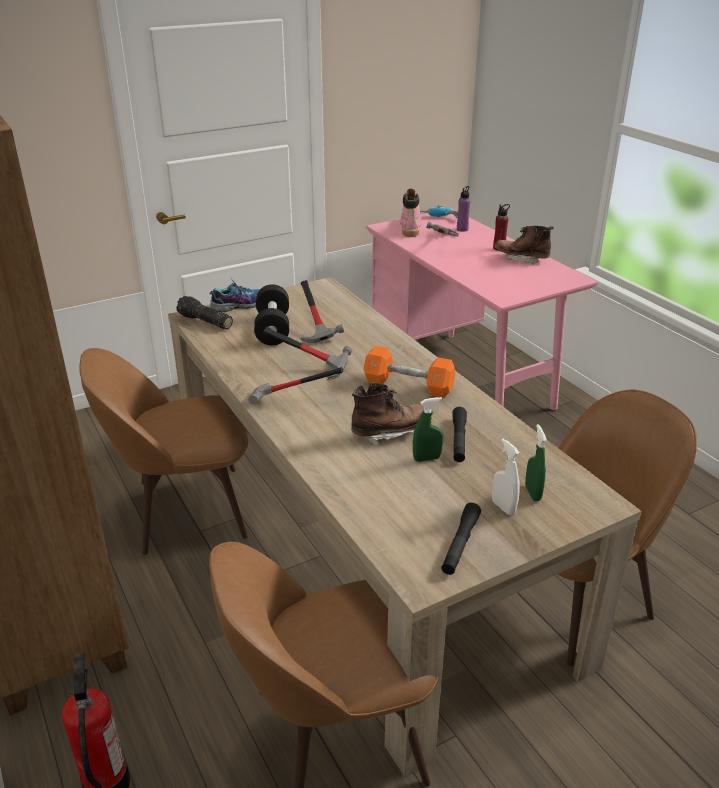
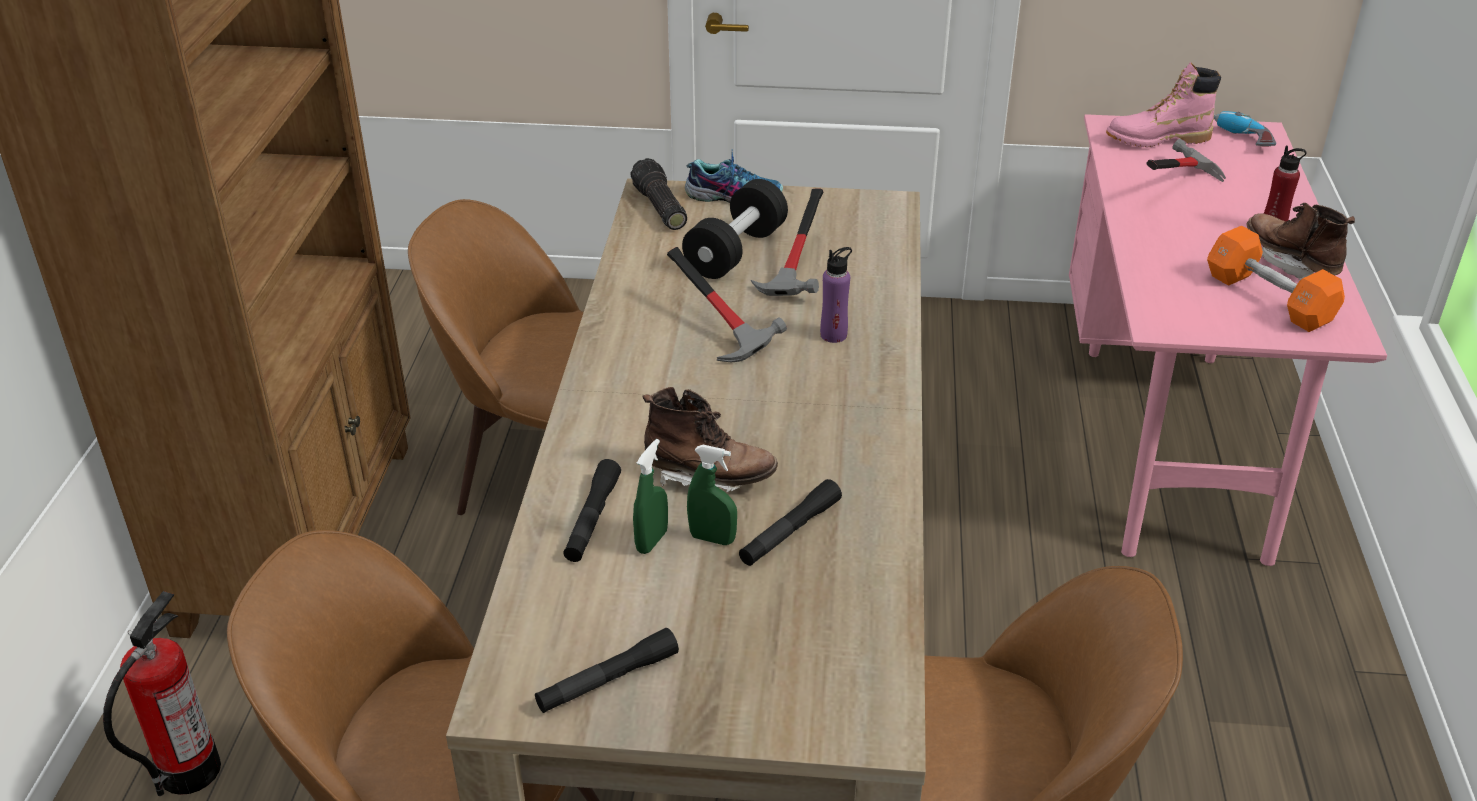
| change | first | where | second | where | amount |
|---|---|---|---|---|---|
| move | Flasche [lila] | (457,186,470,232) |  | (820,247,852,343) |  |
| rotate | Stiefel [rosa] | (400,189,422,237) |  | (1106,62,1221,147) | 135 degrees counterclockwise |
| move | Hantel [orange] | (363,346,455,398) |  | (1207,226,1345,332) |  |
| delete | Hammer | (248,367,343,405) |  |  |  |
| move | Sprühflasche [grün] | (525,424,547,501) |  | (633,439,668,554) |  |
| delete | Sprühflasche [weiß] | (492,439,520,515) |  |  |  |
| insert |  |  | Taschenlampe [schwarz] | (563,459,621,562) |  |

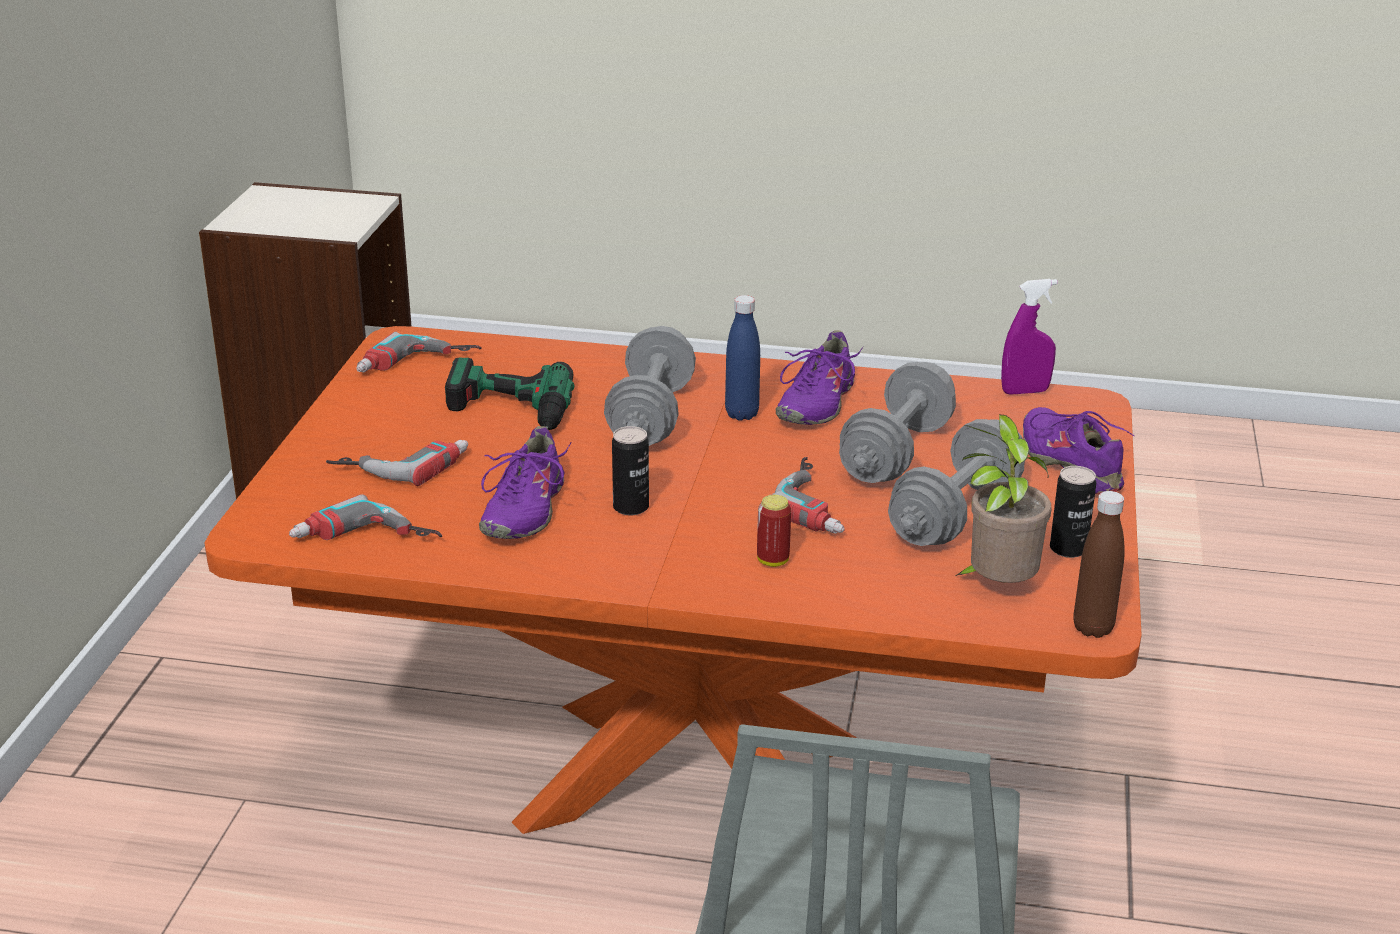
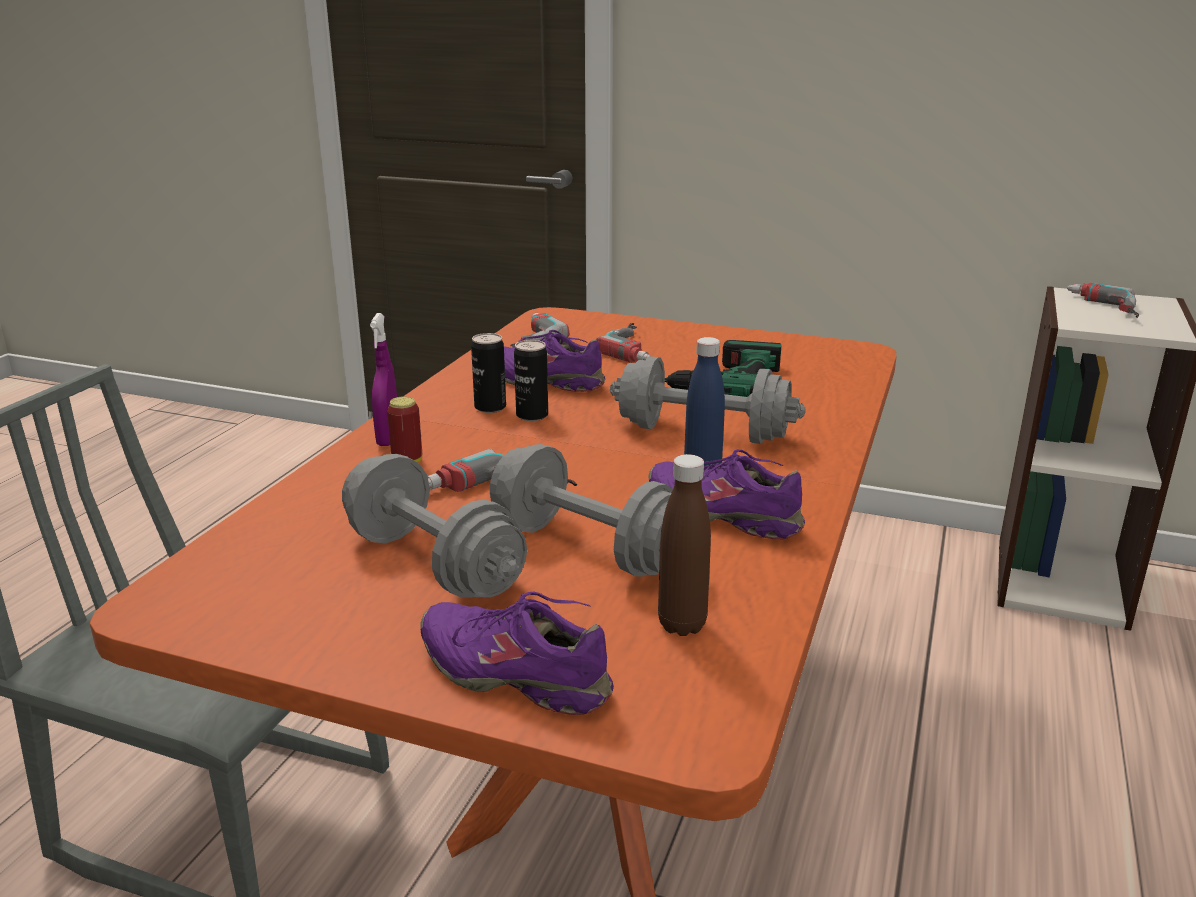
| change | first | where | second | where | amount |
|---|---|---|---|---|---|
| move | Sprühflasche [lila] | (1001,279,1058,395) |  | (370,313,397,446) |  |
| move | Bohrmaschine | (356,332,482,372) |  | (1067,283,1139,318) |  |
| rotate | Schuh [lila] | (1023,407,1135,494) |  | (420,592,614,715) | 135 degrees counterclockwise |
| delete | Topfpflanze | (956,414,1052,583) |  |  |  |
| move | Dose | (1050,466,1096,558) |  | (471,333,506,413) |  |
| move | Flasche [braun] | (1073,491,1125,638) |  | (658,454,711,636) |  |

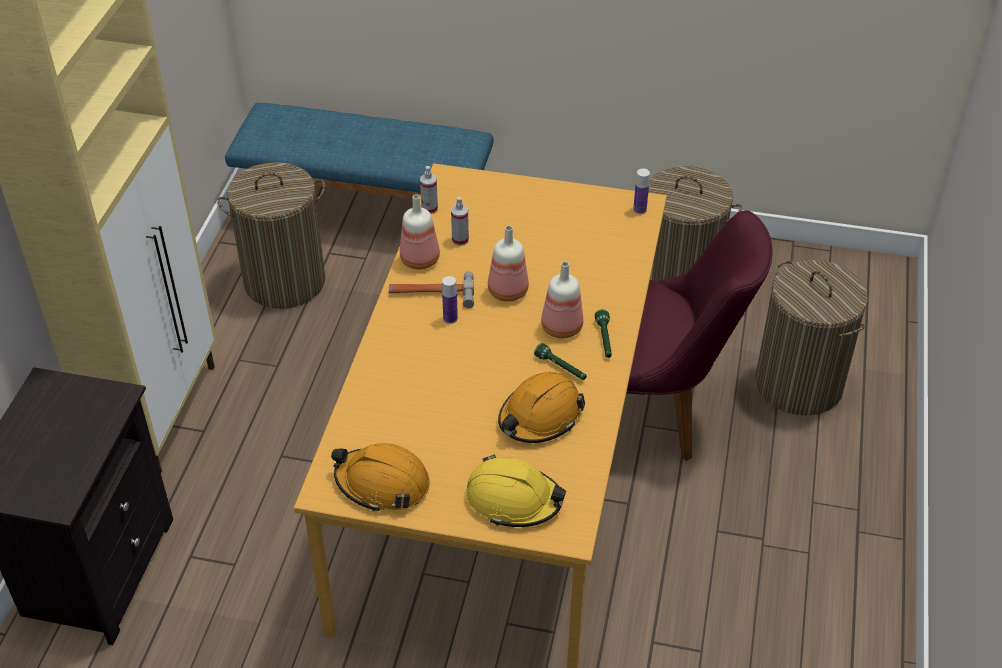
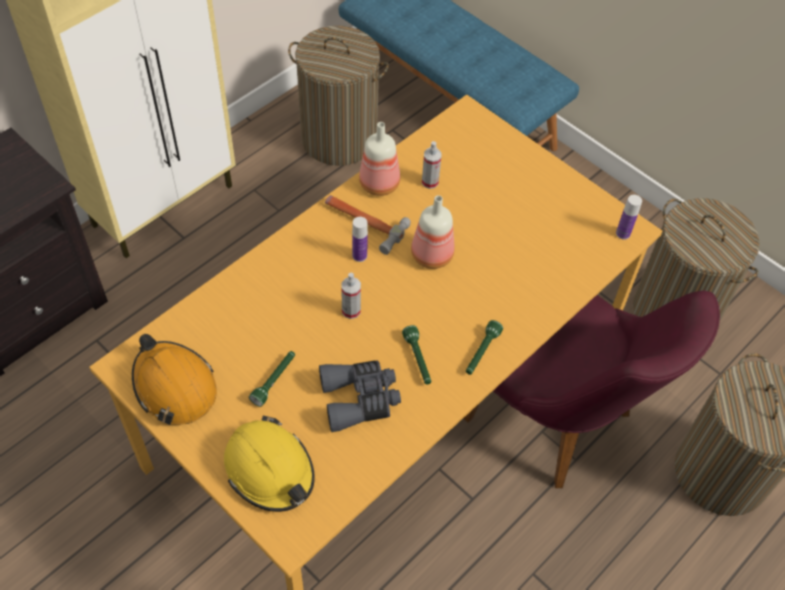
| change | first | where | second | where | amount |
|---|---|---|---|---|---|
| move | Sprühflasche | (420,166,438,214) |  | (341,273,361,319) |  |
| delete | Flasche | (541,261,583,338) |  |  |  |
| replace | Schutzhelm [orange] | (498,372,585,443) | Fernglas [grau] | (319,360,401,432) |  |
| insert |  |  | Taschenlampe [grün] | (249,351,295,407) |  |

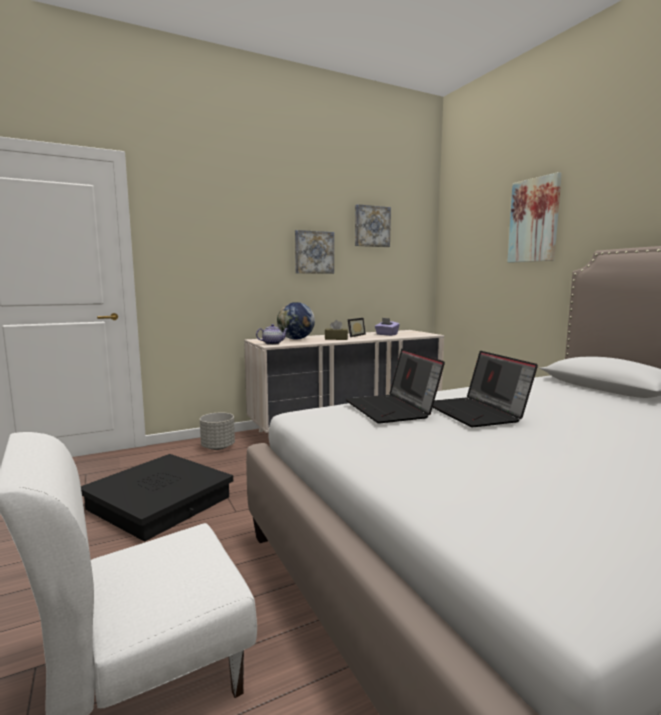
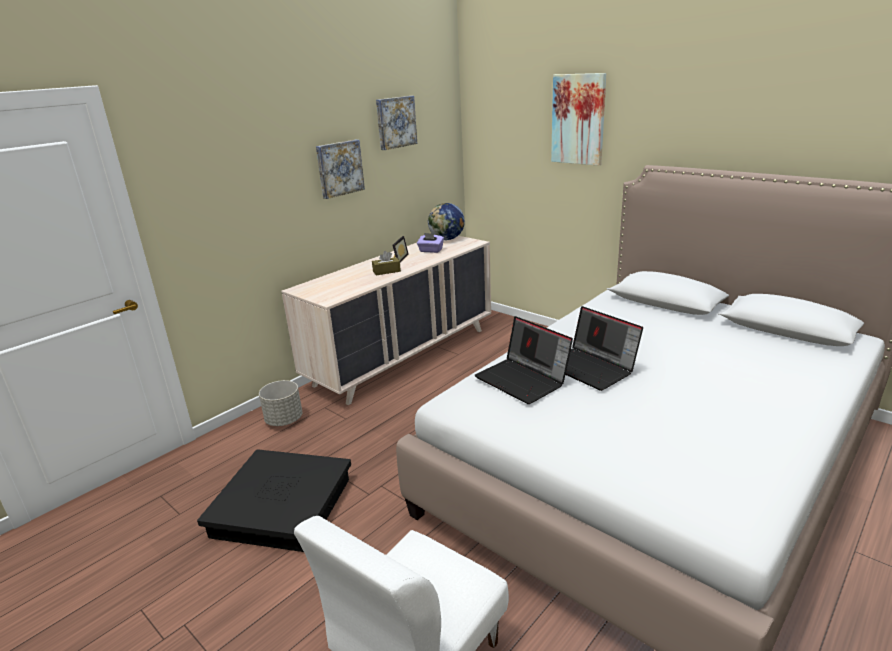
| change | first | where | second | where | amount |
|---|---|---|---|---|---|
| move | Globus | (277,302,315,340) |  | (428,203,465,240) |  |
| delete | Teekanne | (256,324,288,345) |  |  |  |

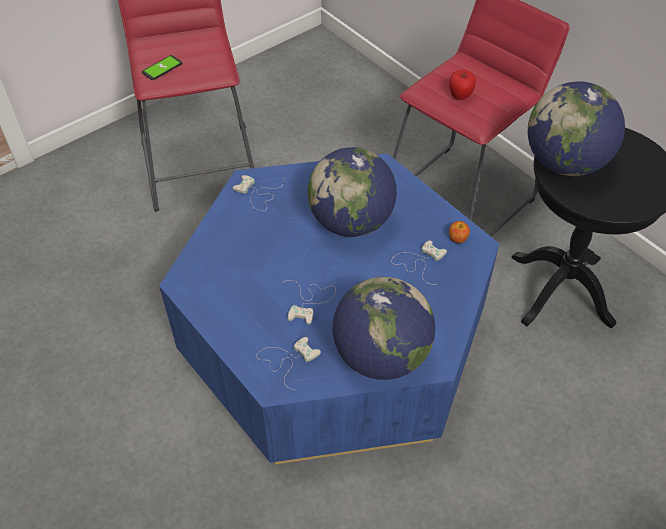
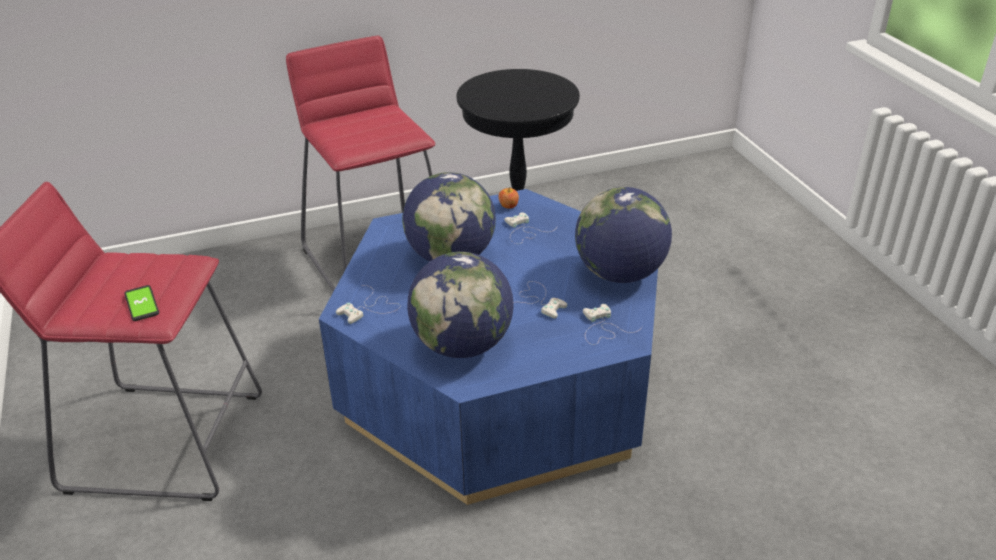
| change | first | where | second | where | amount |
|---|---|---|---|---|---|
| delete | Apfel | (449,69,476,100) |  |  |  |
| move | Globus | (528,81,625,176) |  | (407,252,514,358) |  |

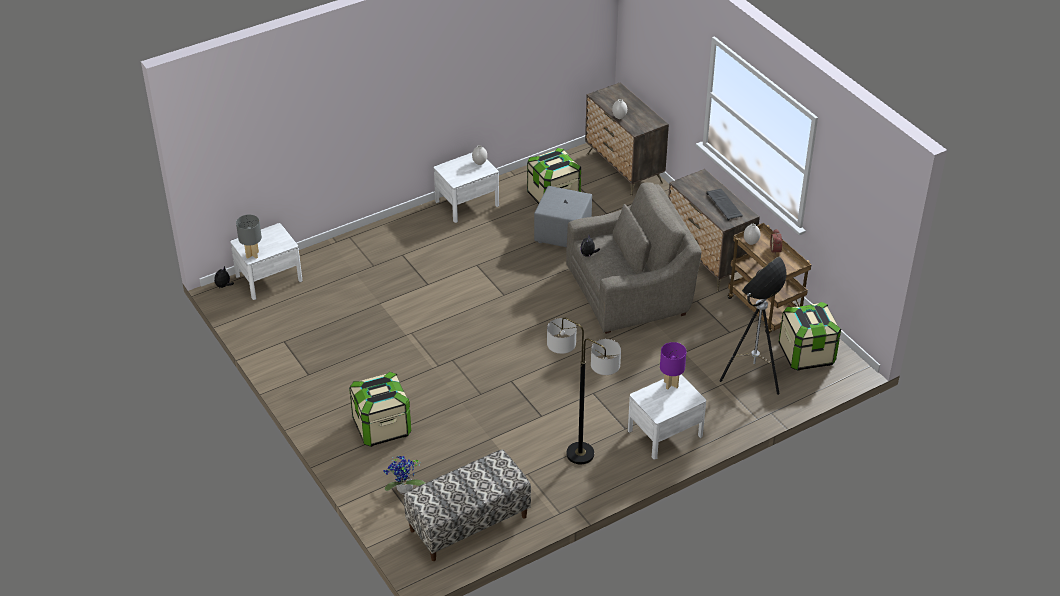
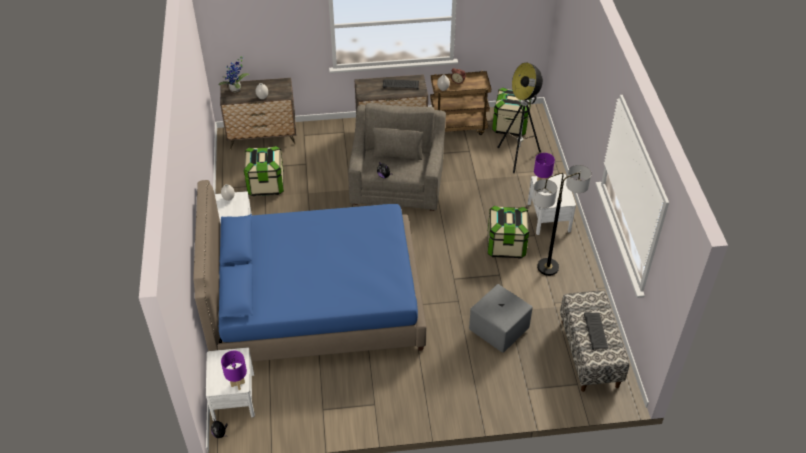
| change | first | where | second | where | amount |
|---|---|---|---|---|---|
| move | Polsterhocker [grau] | (534,186,592,247) |  | (469,284,533,353) |  |
| recolor | Tischlampe [grau] | (236,215,262,259) | Tischlampe [lila] | (221,351,247,390) |  |
| move | Aufbewahrungsbox | (349,372,412,447) |  | (488,206,529,258) |  |
| move | Topfpflanze | (383,456,425,495) |  | (219,56,250,92) |  |
| insert |  |  | Bett [blau] | (193,180,427,362) |  |
| insert |  |  | Tastatur | (584,313,608,350) |  |

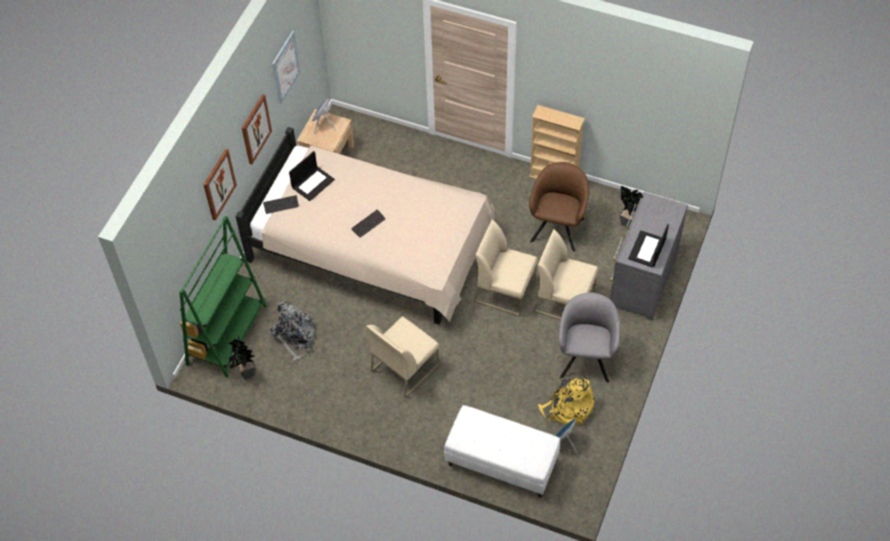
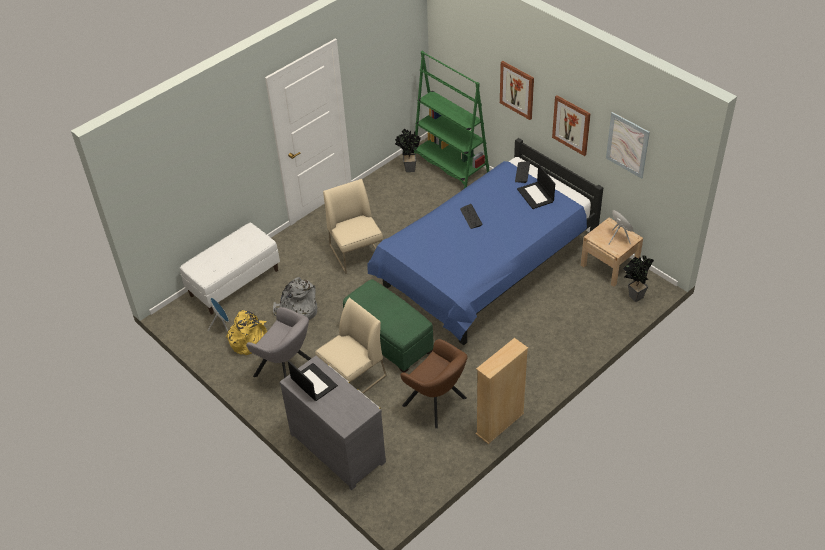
| change | first | where | second | where | amount |
|---|---|---|---|---|---|
| recolor | Bett [beige] | (235,127,496,325) | Bett [blau] | (368,138,603,345) |  |
| move | Topfpflanze | (620,186,643,227) |  | (623,255,654,302) |  |
| replace | Stuhl [beige] | (474,220,538,316) | Polsterhocker [grün] | (343,279,434,372) |  |
| move | Rucksack [grau] | (270,302,315,361) |  | (273,277,318,320) |  |

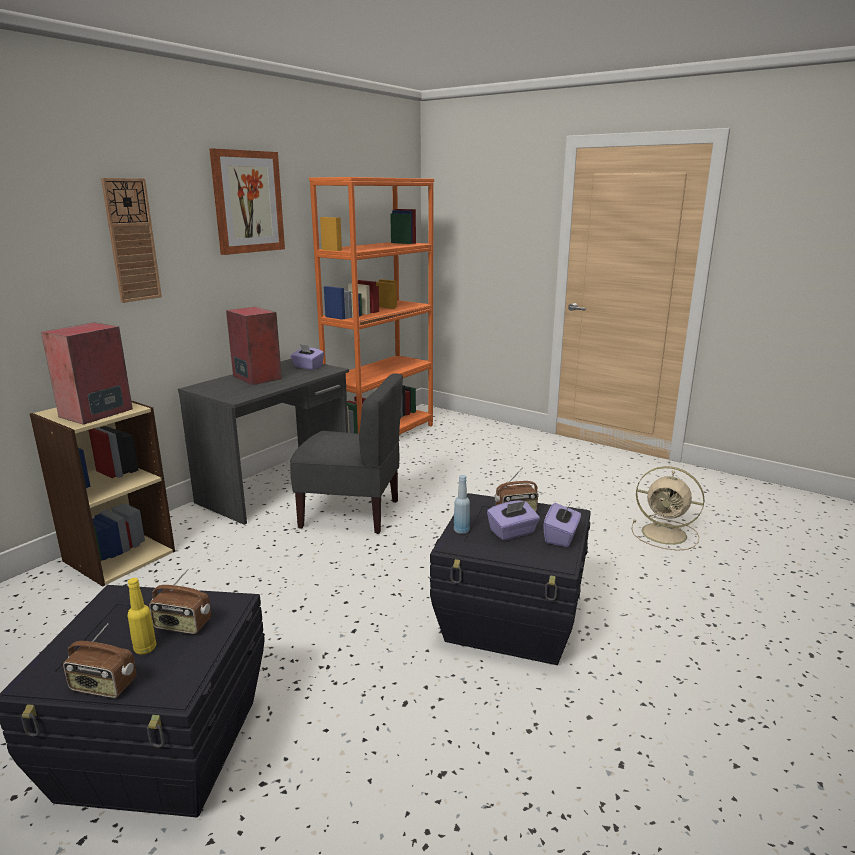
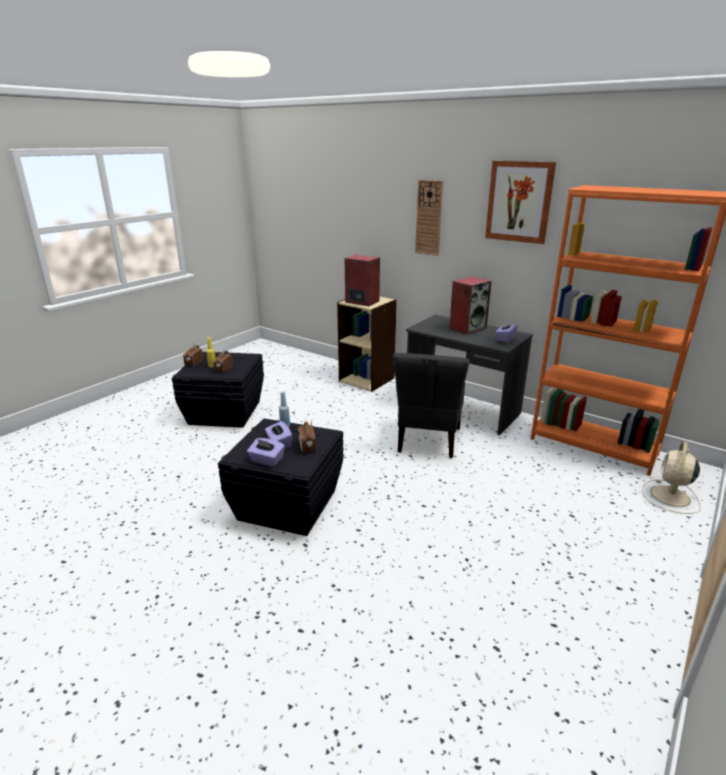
| change | first | where | second | where | amount |
|---|---|---|---|---|---|
| move | Ventilator [beige] | (631,466,704,551) |  | (642,441,700,514) |  |

